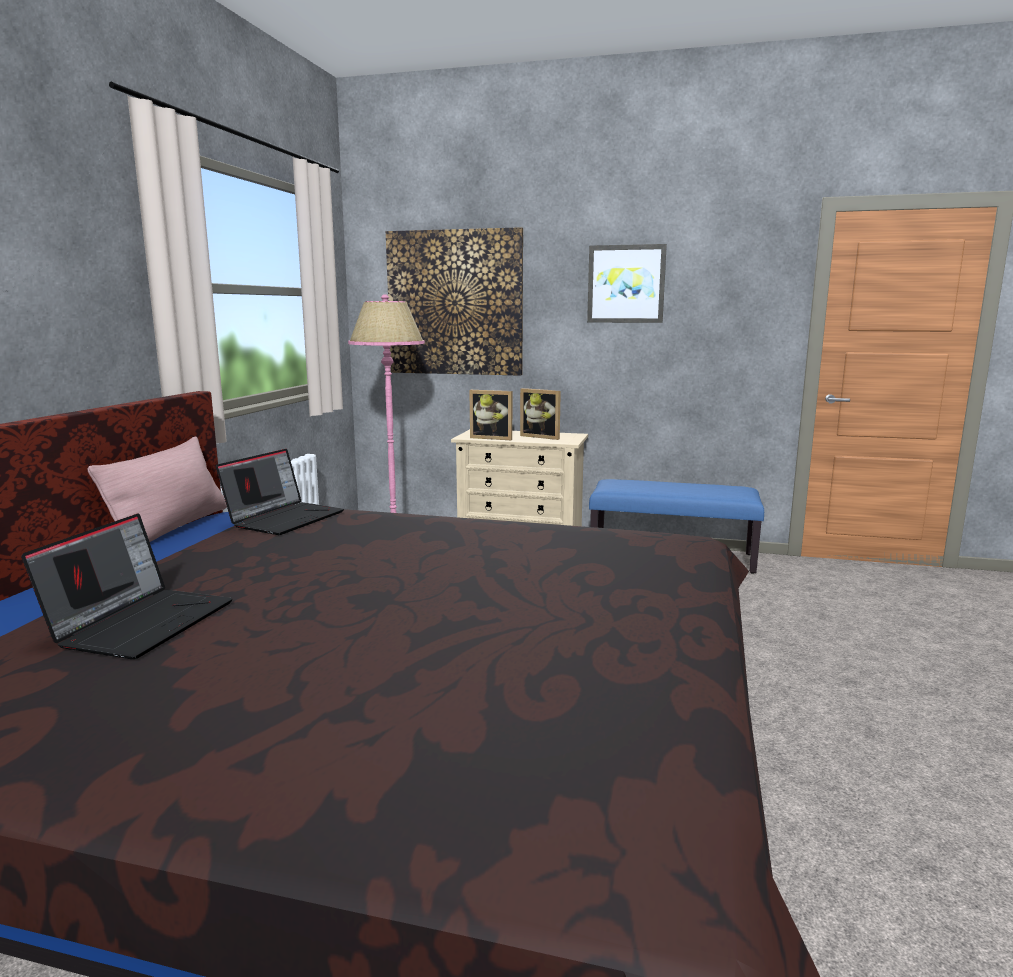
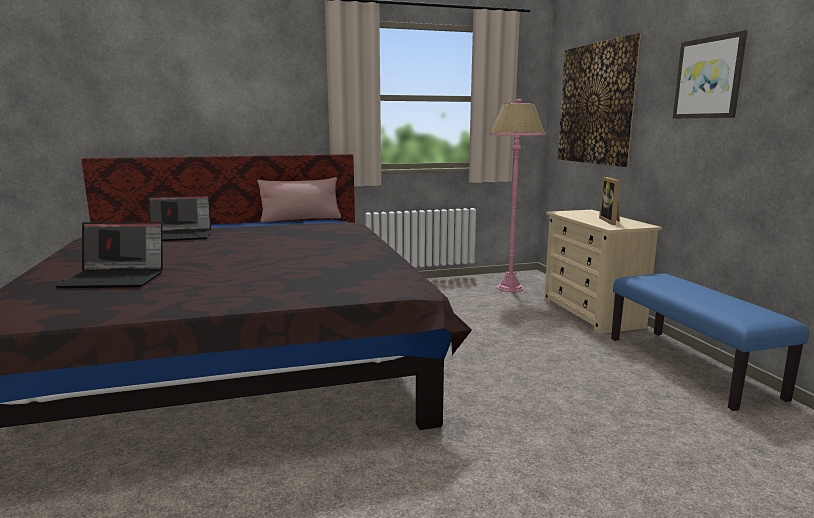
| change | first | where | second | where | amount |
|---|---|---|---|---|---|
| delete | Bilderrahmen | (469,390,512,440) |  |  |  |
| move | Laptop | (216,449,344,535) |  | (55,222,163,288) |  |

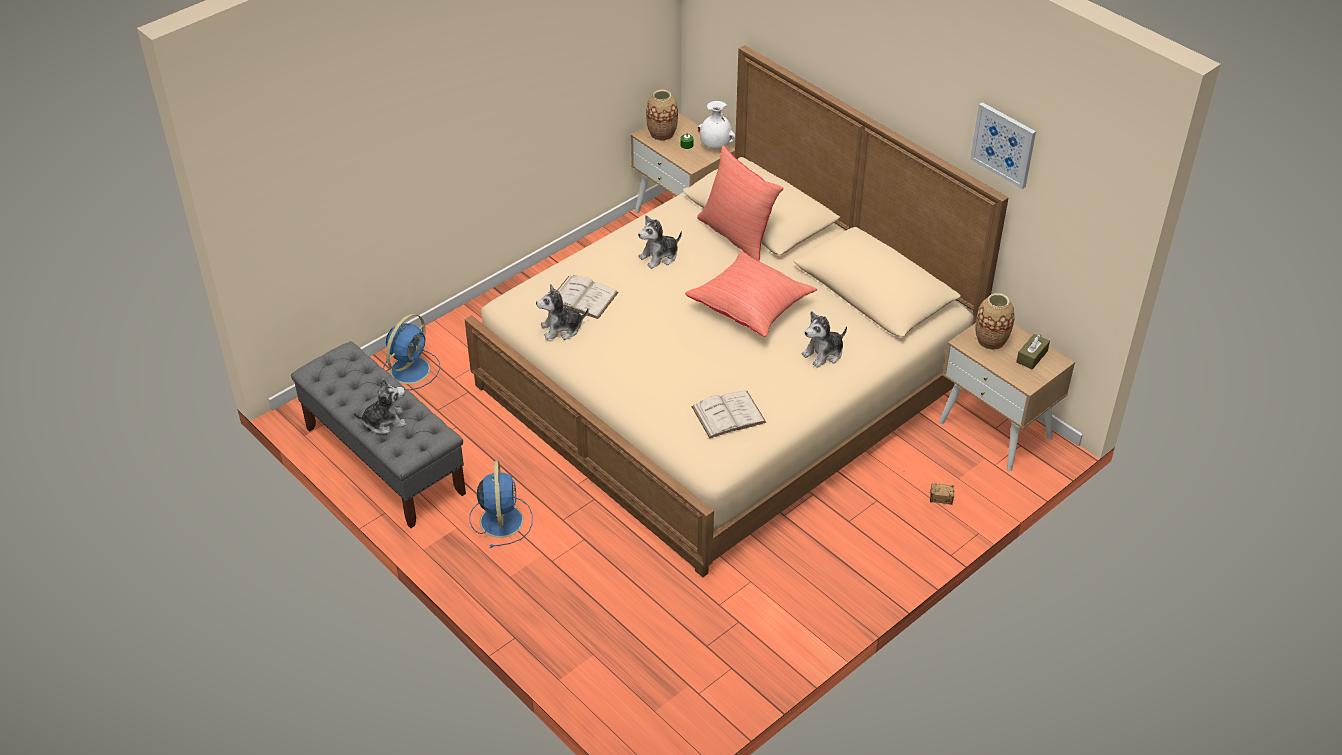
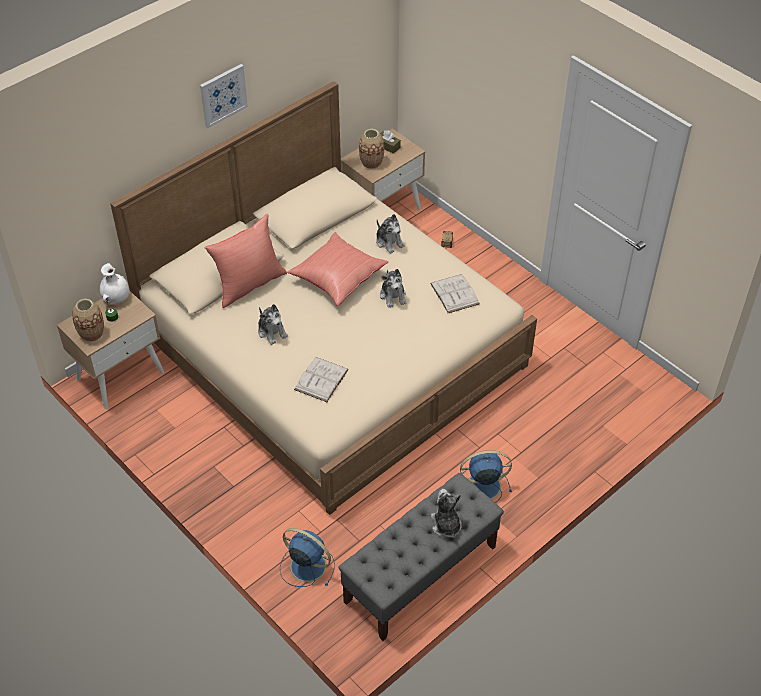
| change | first | where | second | where | amount |
|---|---|---|---|---|---|
| move | Bild | (970,102,1036,189) |  | (200,64,248,128) |  |
| move | Plüschtier | (536,284,589,340) |  | (380,269,406,308) |  |

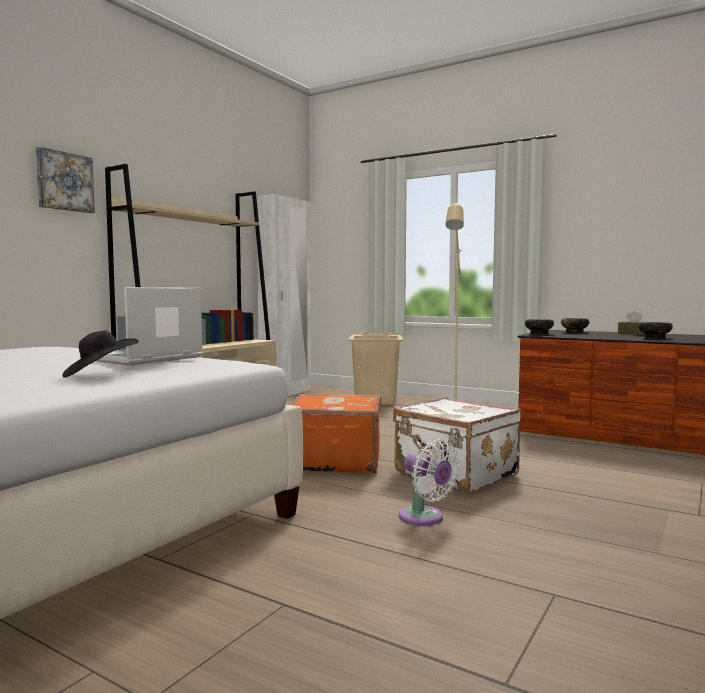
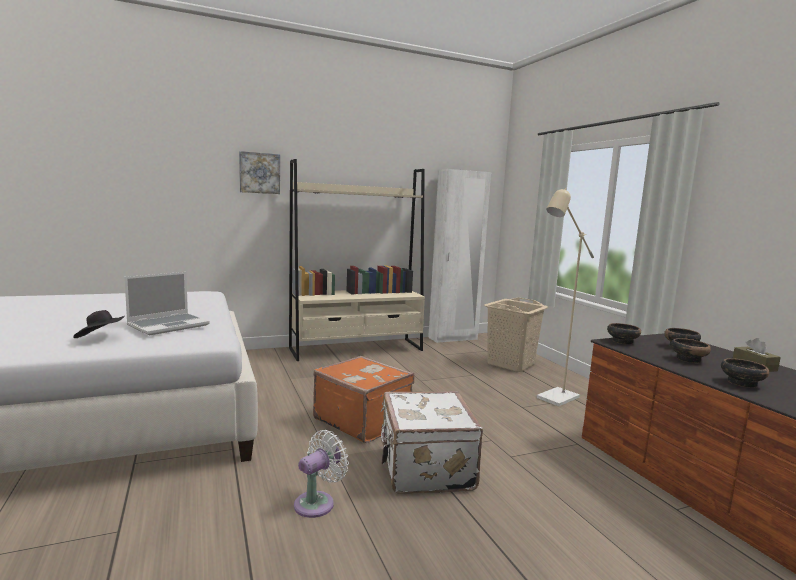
| change | first | where | second | where | amount |
|---|---|---|---|---|---|
| rotate | Laptop | (96,287,203,365) |  | (125,272,209,336) | 150 degrees clockwise |
| rotate | Ventilator [weiß] | (399,439,460,526) |  | (294,430,349,518) | 135 degrees counterclockwise |
| insert |  |  | Schüssel | (671,338,711,363) |  |

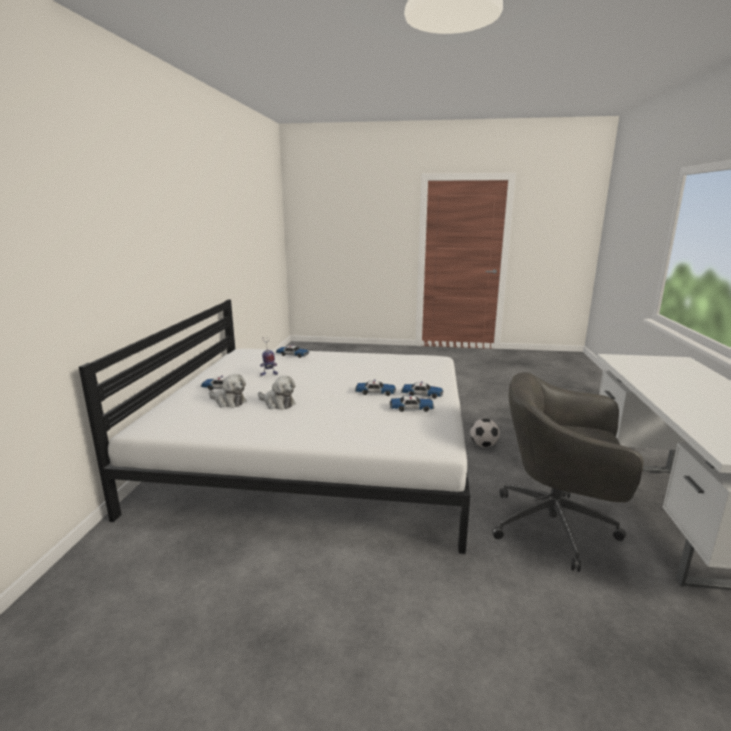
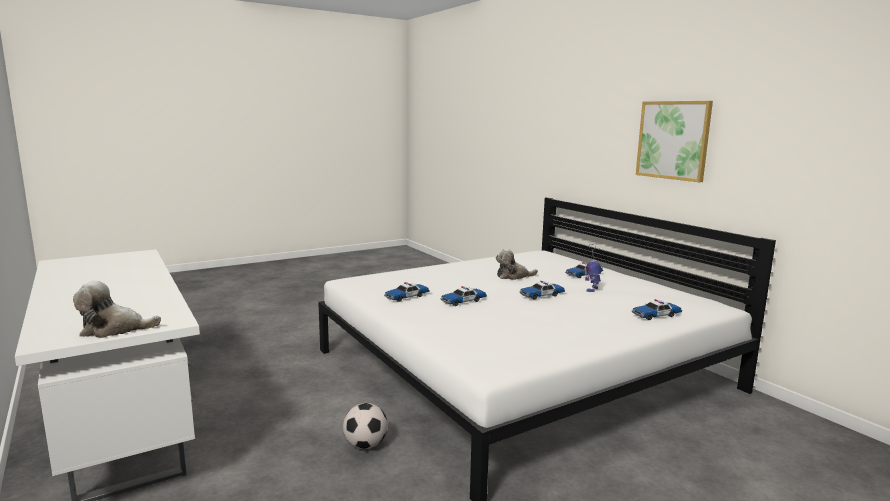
| change | first | where | second | where | amount |
|---|---|---|---|---|---|
| delete | Bürostuhl [grau] | (492,372,644,572) |  |  |  |
| move | Plüschtier | (209,374,247,408) |  | (73,281,161,338) |  |
| move | Spielzeugauto | (401,381,443,399) |  | (519,281,565,300) |  |
| insert |  |  | Bild | (636,101,713,182) |  |

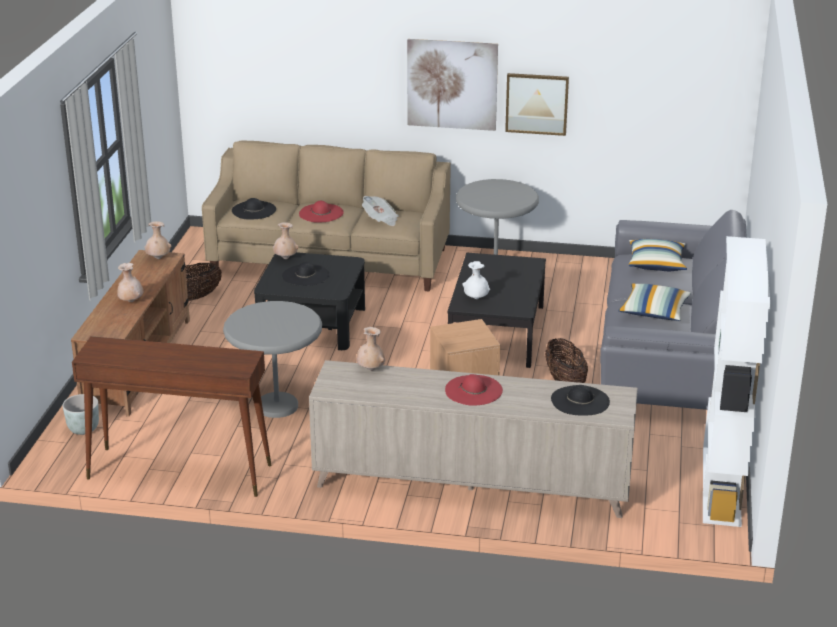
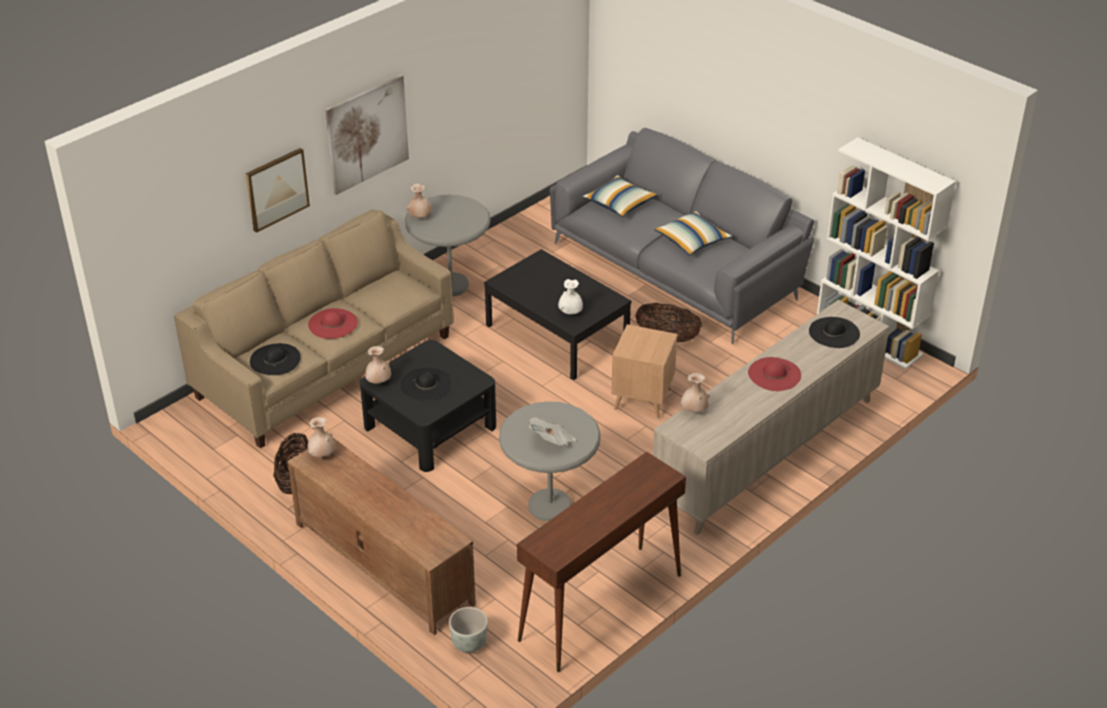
| change | first | where | second | where | amount |
|---|---|---|---|---|---|
| move | Bild | (505,73,569,136) |  | (246,148,310,233) |  |
| move | Zeitung | (362,196,399,226) |  | (529,417,576,446) |  |
| move | Vase [beige] | (117,263,143,302) |  | (406,183,432,218) |  |

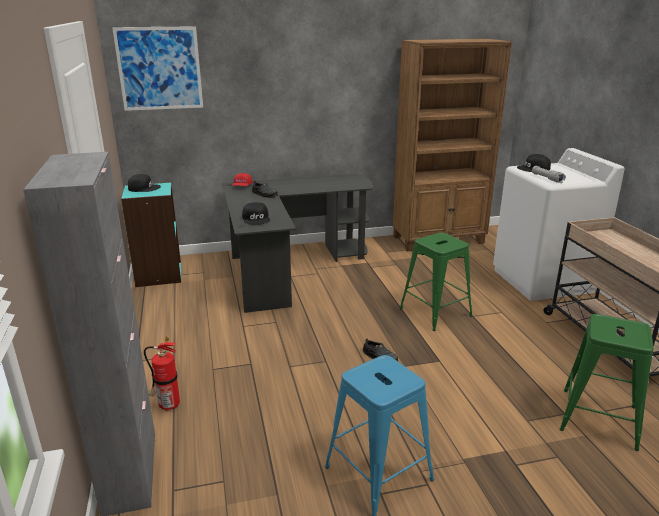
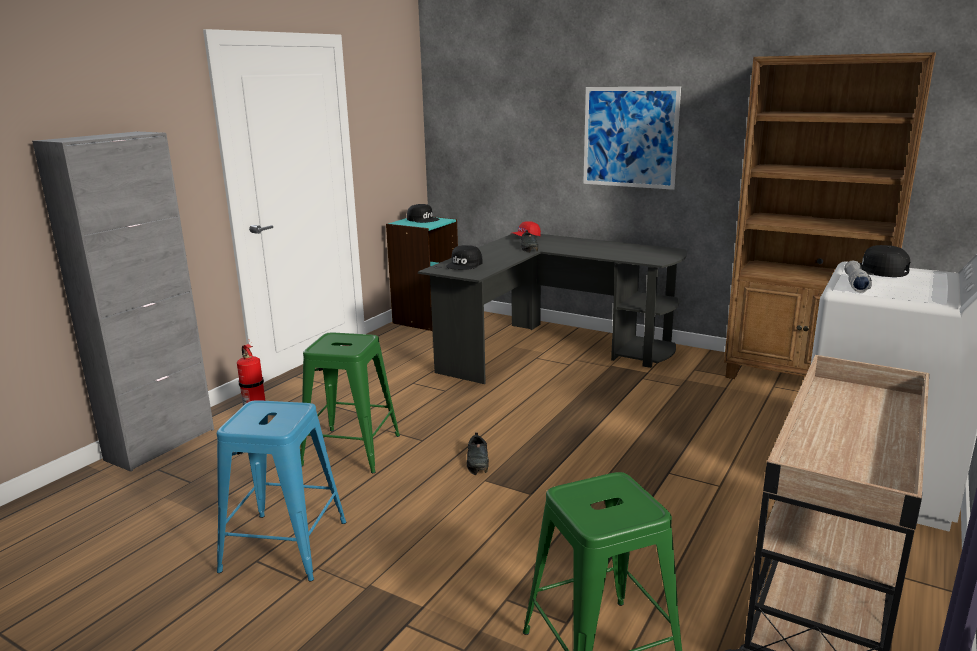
| change | first | where | second | where | amount |
|---|---|---|---|---|---|
| move | Bild | (112,26,203,111) |  | (583,87,681,190) |  |
| move | Hocker [grün] | (400,233,472,331) |  | (300,333,400,473) |  |

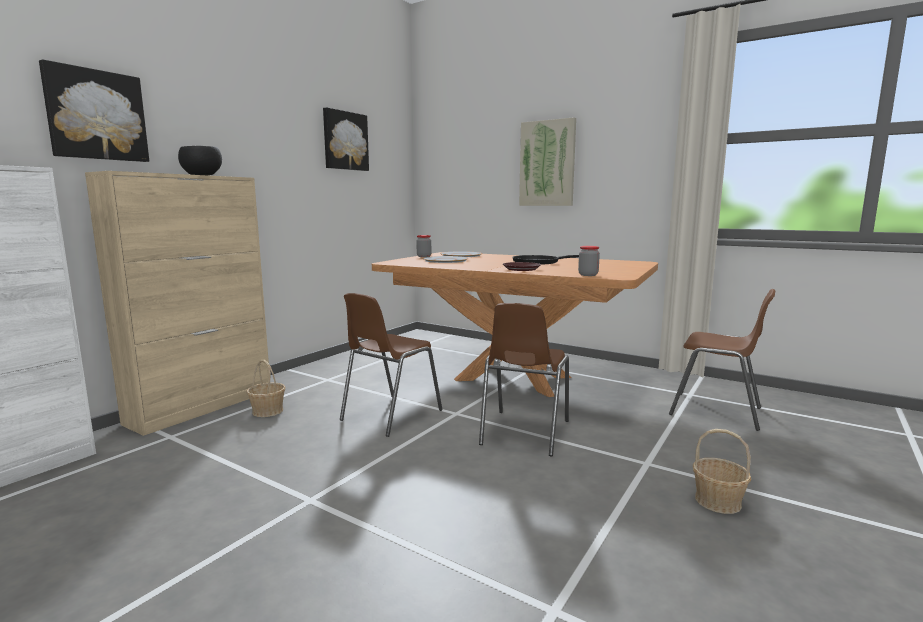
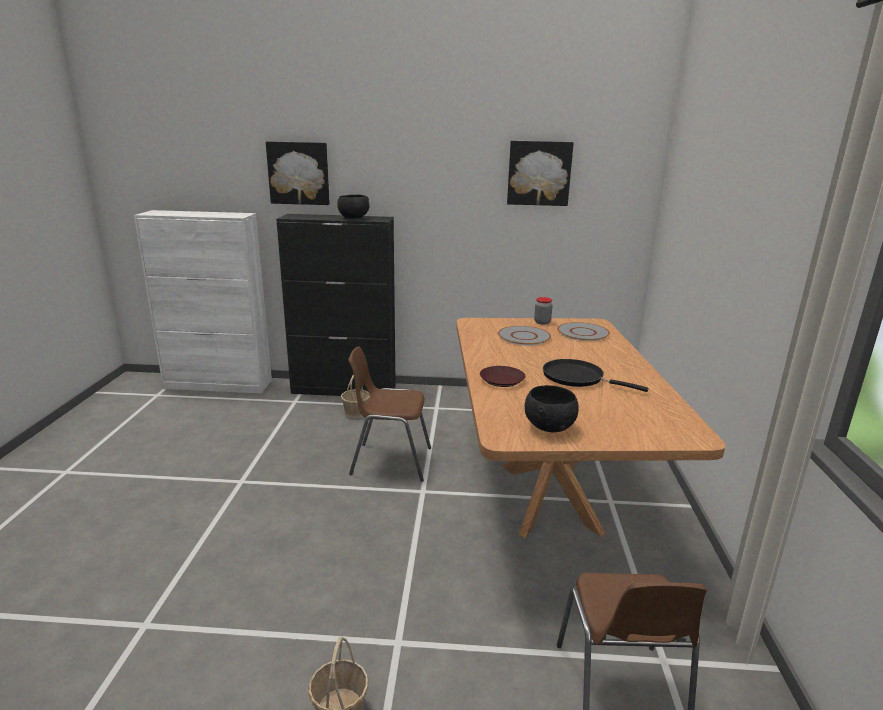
| change | first | where | second | where | amount |
|---|---|---|---|---|---|
| delete | Bild | (519,117,576,206) |  |  |  |
| recolor | Schrank [beige] | (85,171,269,436) | Schrank [schwarz] | (276,214,396,396) |  |
| delete | Vorratsglas | (578,246,600,276) |  |  |  |
| delete | Stuhl [braun] | (479,303,569,456) |  |  |  |
| insert |  |  | Schüssel [schwarz] | (525,385,579,432) |  |

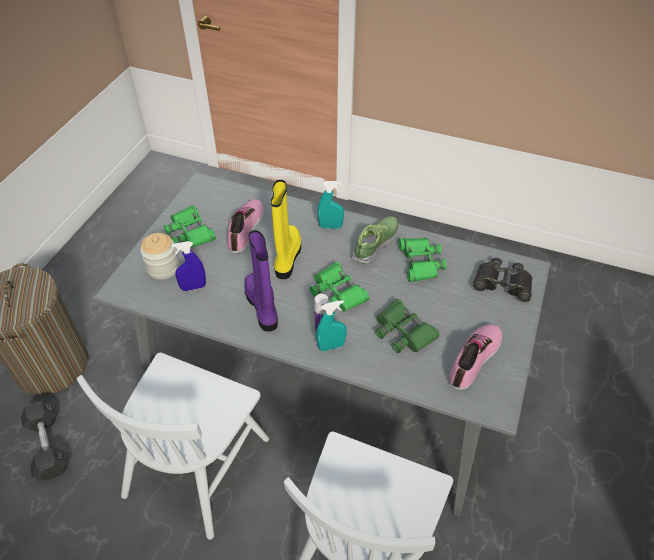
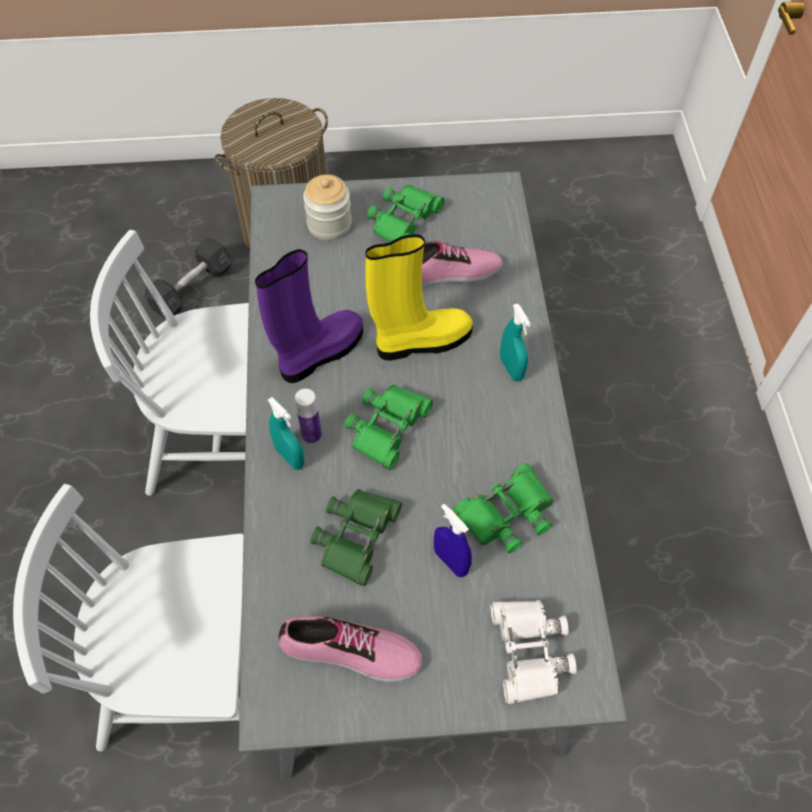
| change | first | where | second | where | amount |
|---|---|---|---|---|---|
| delete | Schuh | (351,216,398,264) |  |  |  |
| move | Sprühflasche [blau] | (172,241,206,291) |  | (434,504,472,577) |  |
| recolor | Fernglas [schwarz] | (473,258,533,302) | Fernglas [weiß] | (490,600,577,704) |  |

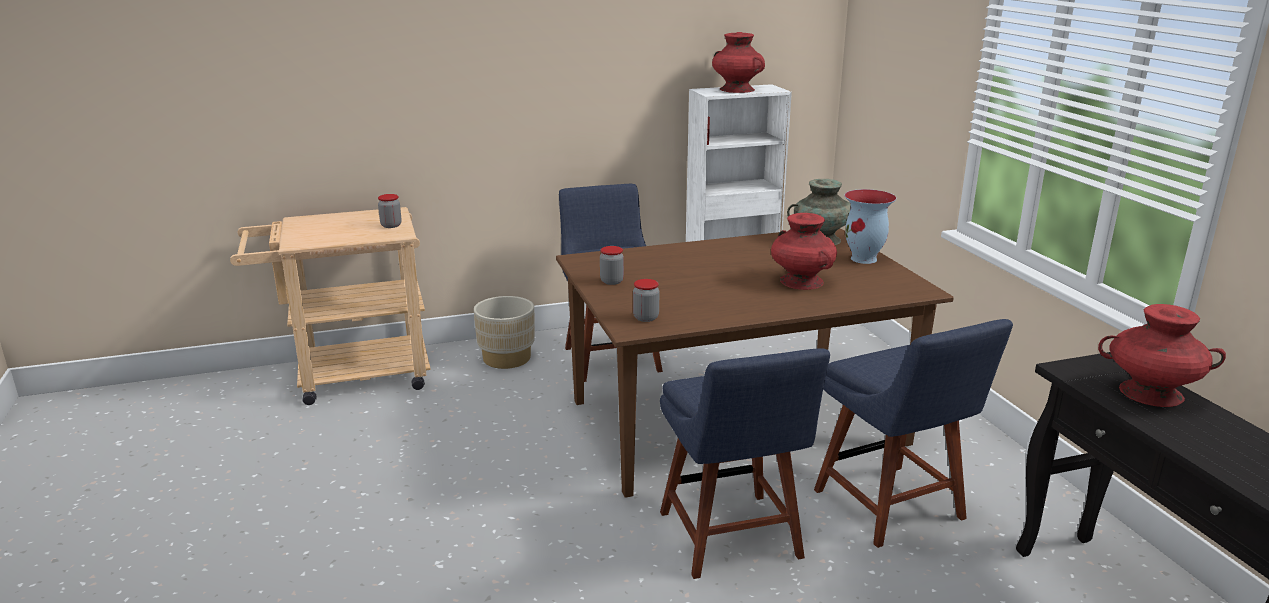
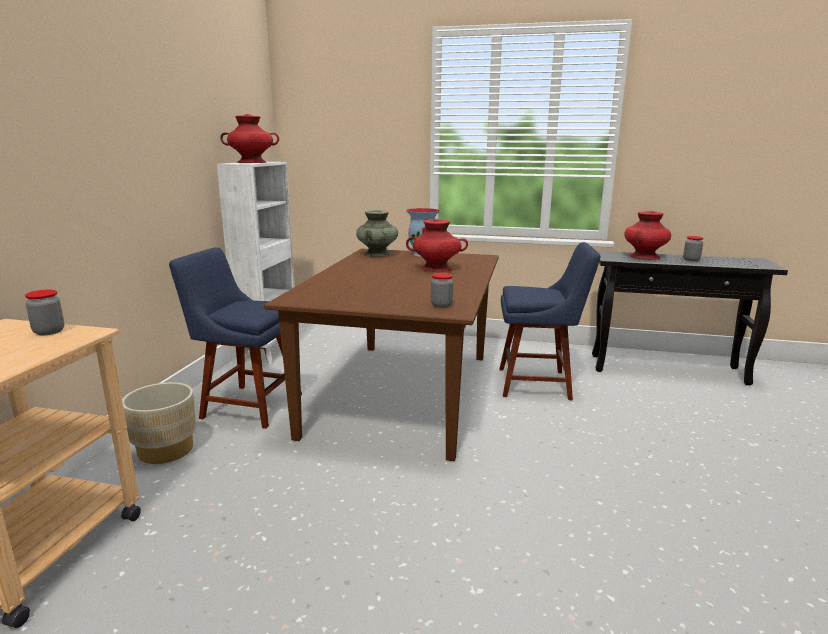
| change | first | where | second | where | amount |
|---|---|---|---|---|---|
| move | Vorratsglas | (600,246,624,285) |  | (683,236,703,261) |  |
| delete | Stuhl [blau] | (660,348,830,579) |  |  |  |

